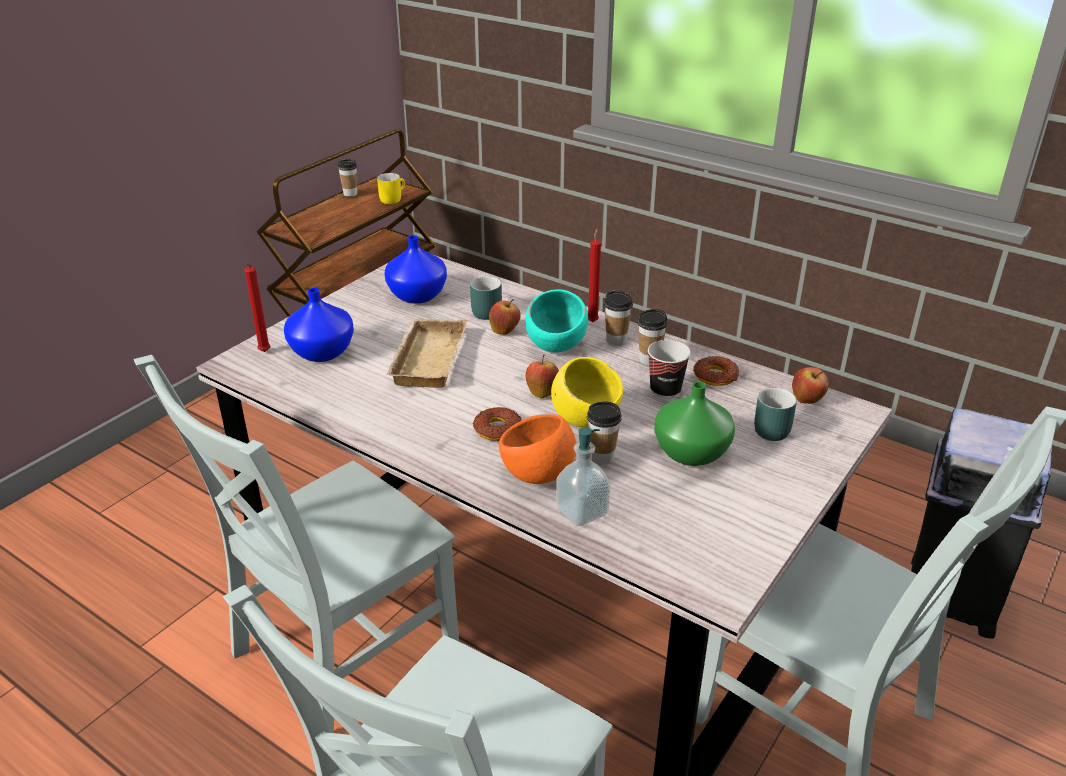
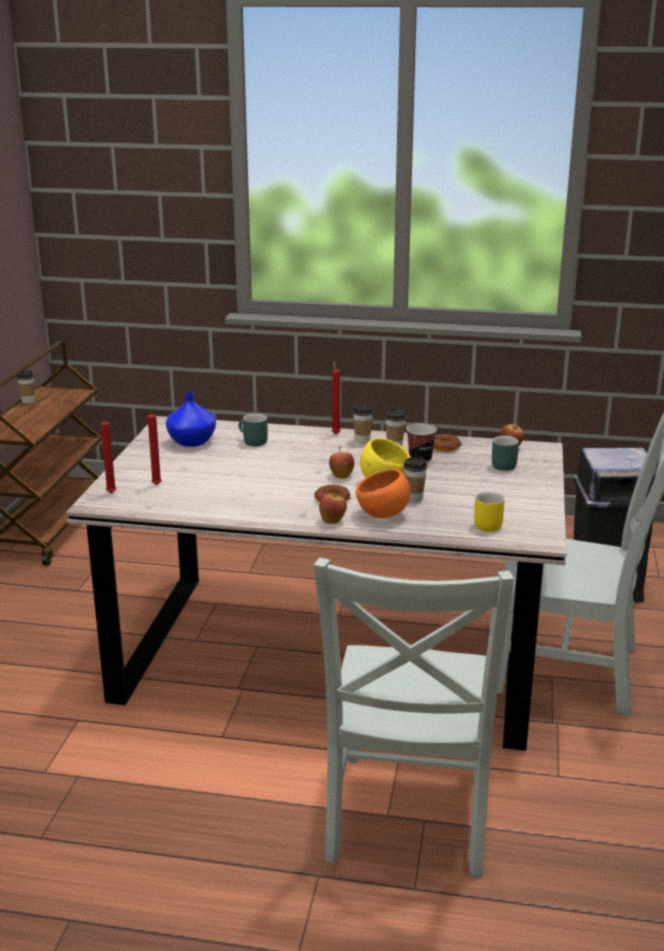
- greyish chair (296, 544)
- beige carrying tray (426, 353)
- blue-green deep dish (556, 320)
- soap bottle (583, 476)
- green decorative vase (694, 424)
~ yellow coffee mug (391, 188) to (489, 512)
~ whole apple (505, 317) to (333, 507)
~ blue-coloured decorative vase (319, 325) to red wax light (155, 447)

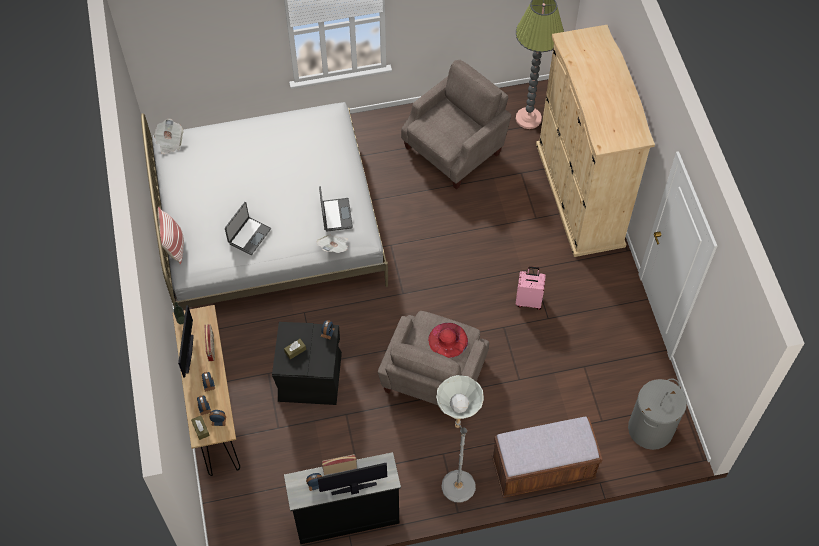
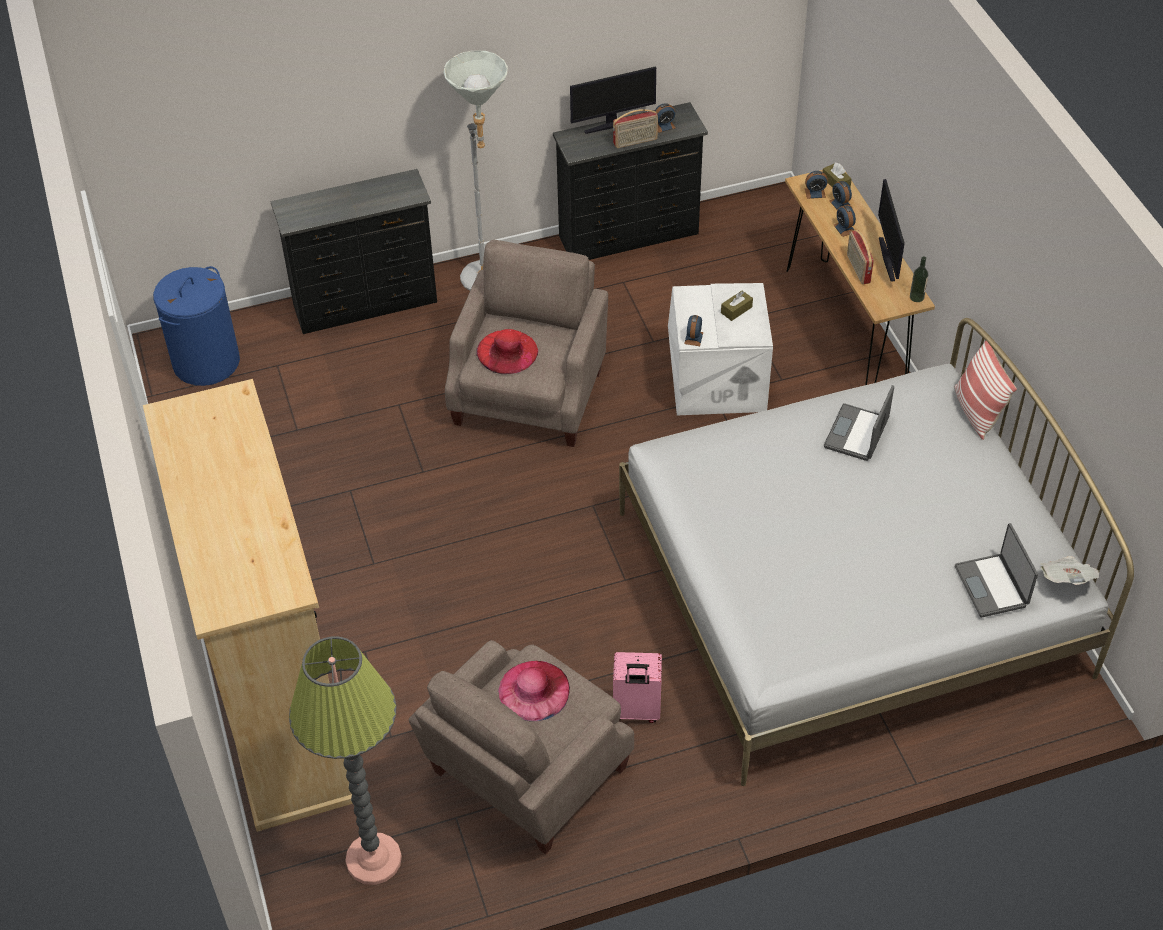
- daily paper (332, 243)
+ pink hat (534, 691)
~ notebook computer (336, 209) to (996, 570)
~ pink piece of luggage (531, 288) to (637, 687)
~ brownish long seat (547, 457) to black drawer chest (354, 251)
~ black storage bin (307, 363) to whitish storage bin (720, 349)
~ greyish laundry basket (657, 414) to blue-coloured laundry basket (196, 326)

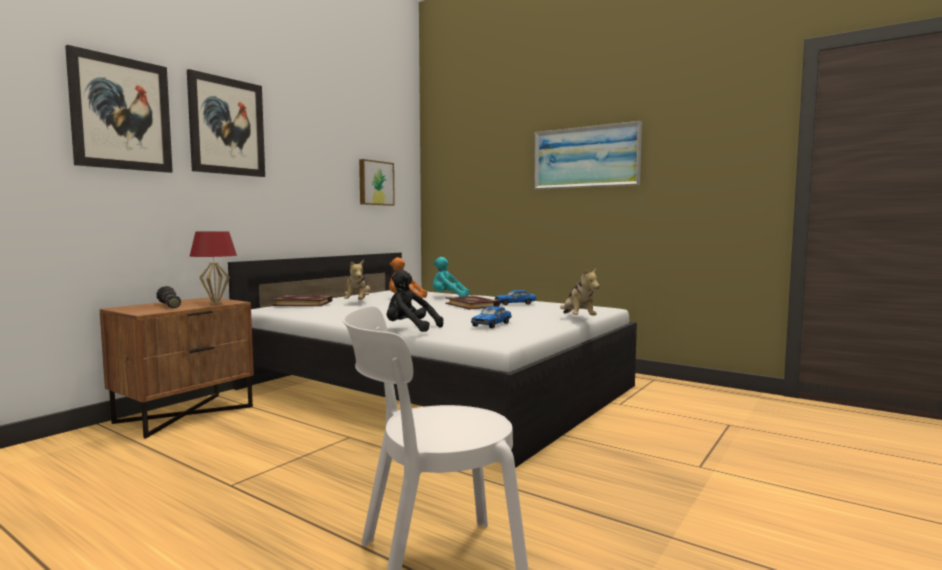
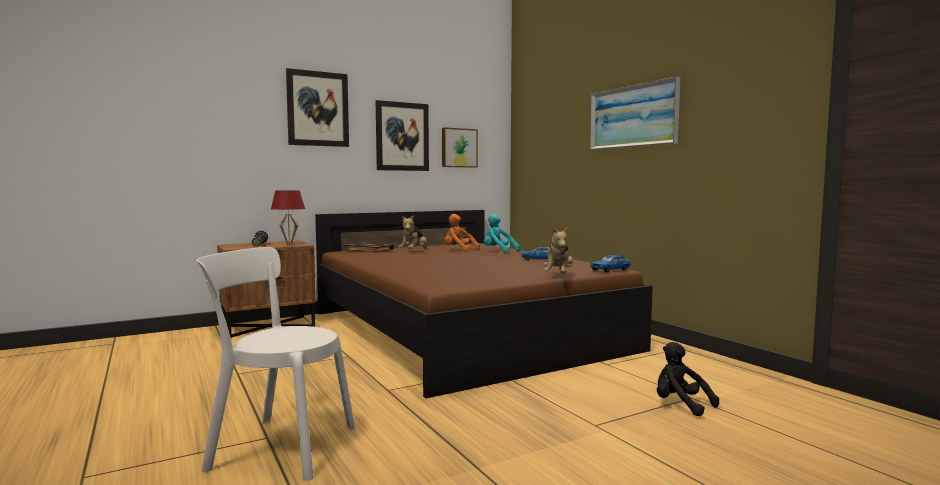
- book (472, 303)
~ picture (119, 109) to (402, 135)
~ black plush toy (415, 301) to (688, 379)
~ toy car (491, 317) to (611, 264)
~ whitish sleeping bed (432, 360) to brownish sleeping bed (484, 304)

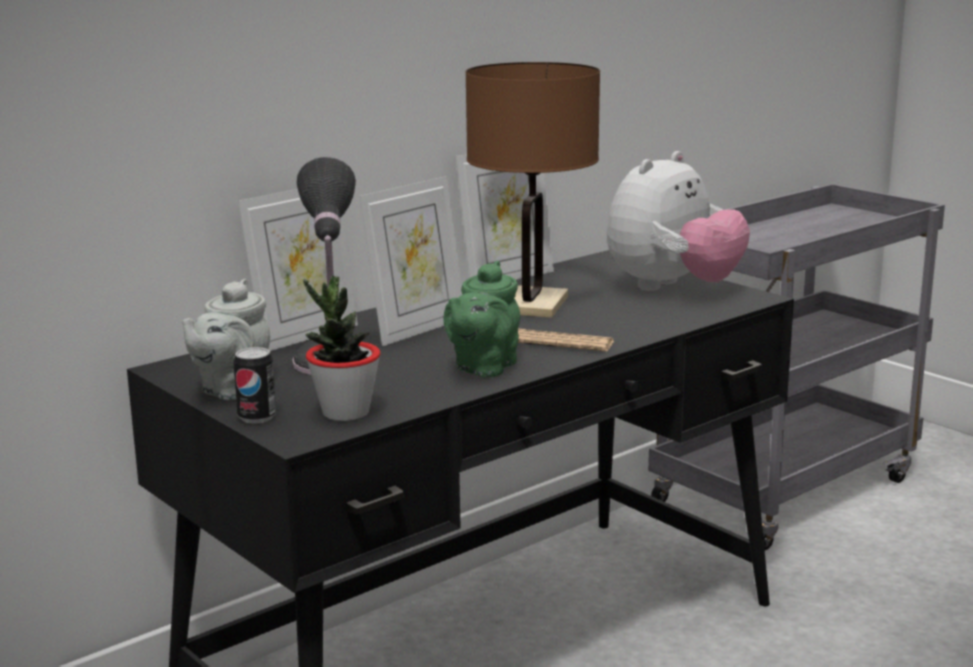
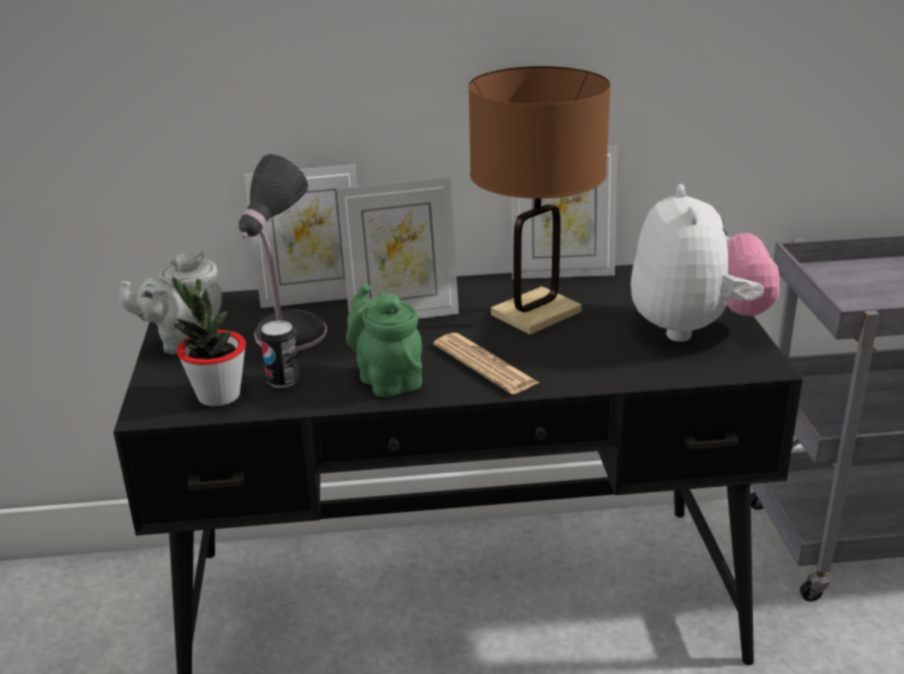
~ can (254, 385) to (280, 354)
~ green pot for tea (482, 319) = (384, 340) 90 degrees clockwise
~ plush toy (678, 221) = (705, 263) 75 degrees counterclockwise

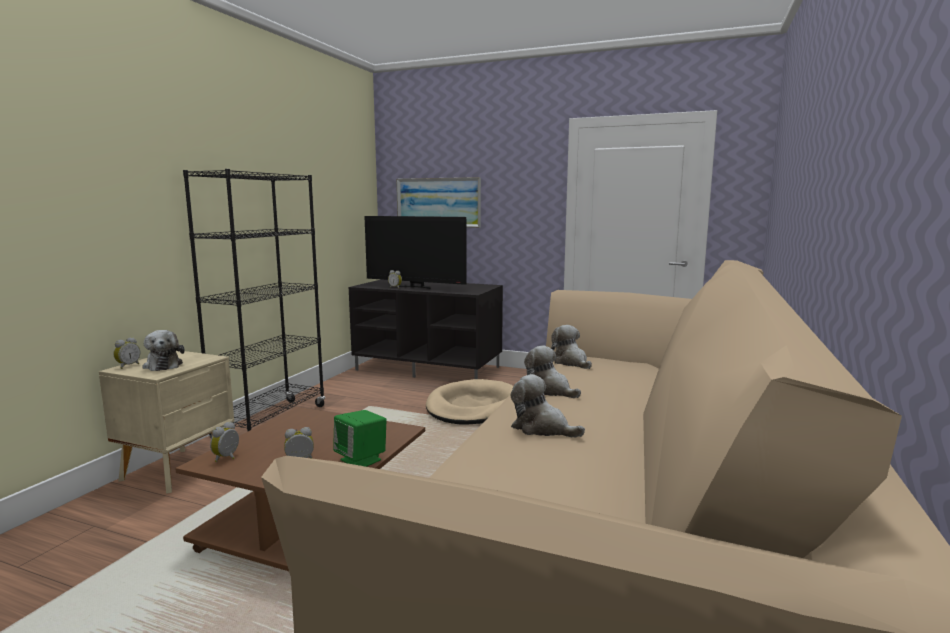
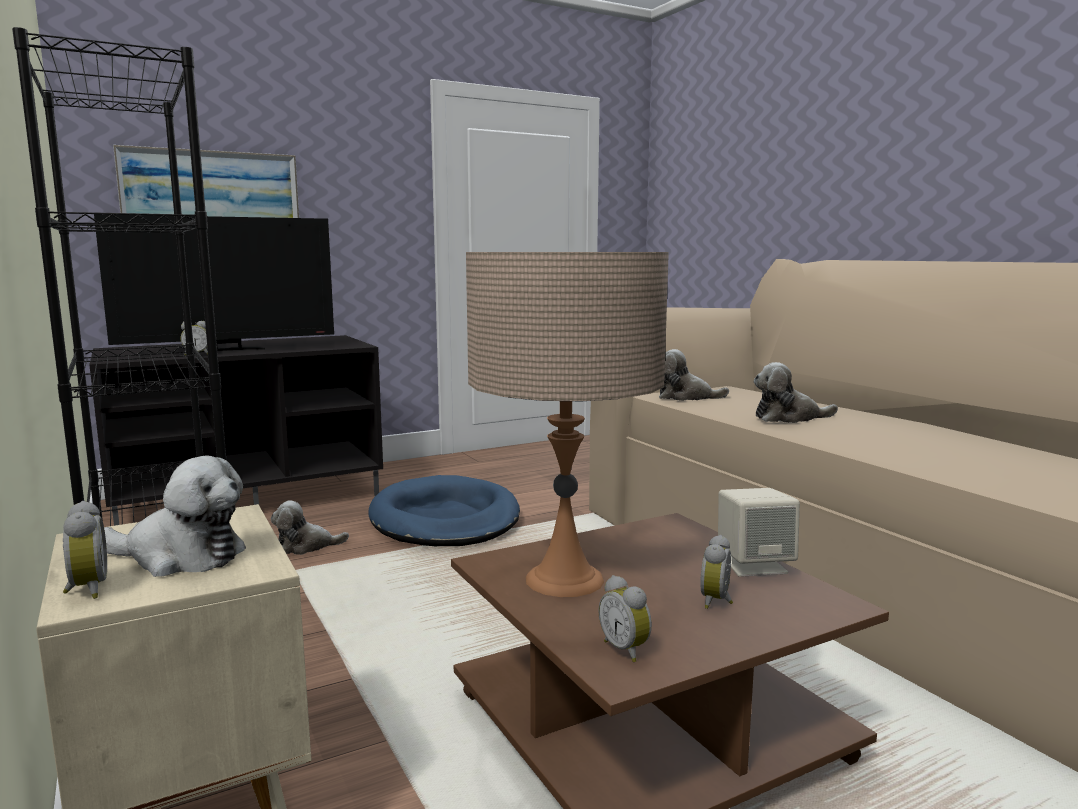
+ beige table lamp (567, 424)
~ plush toy (547, 405) to (310, 528)
~ green speaker (360, 438) to beige speaker (759, 532)
~ beige dog cushion (470, 402) to blue-coloured dog cushion (444, 510)

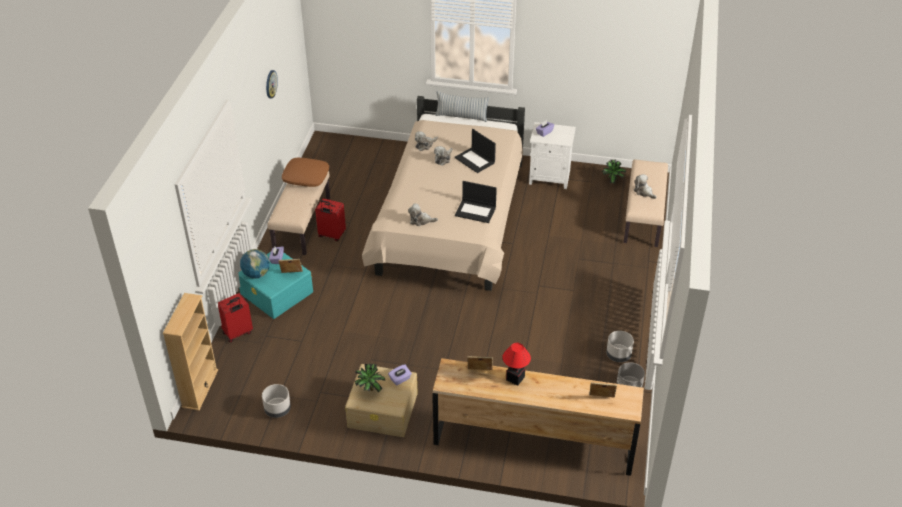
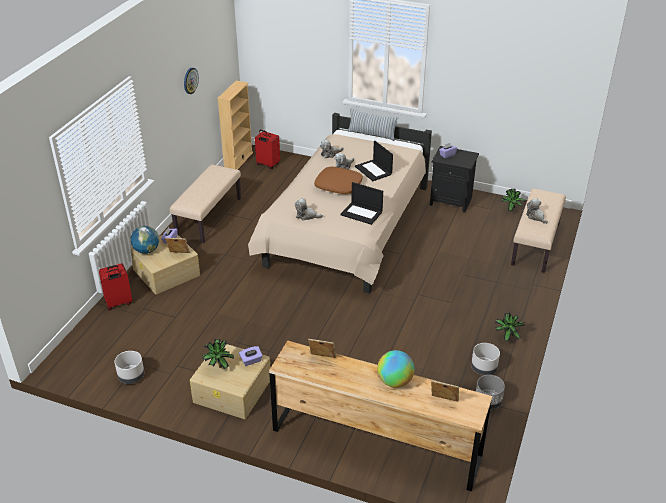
- table lamp (516, 364)
+ globe (395, 369)
+ plant in a pot (510, 327)
~ beige bookshelf (190, 352) to (235, 125)
~ brownish pillow (305, 172) to (338, 180)
~ red piece of luggage (330, 219) to (267, 149)
~ blue-green storage bin (275, 285) to beige storage bin (165, 264)
~ whitish bedside table (552, 155) to black bedside table (454, 179)

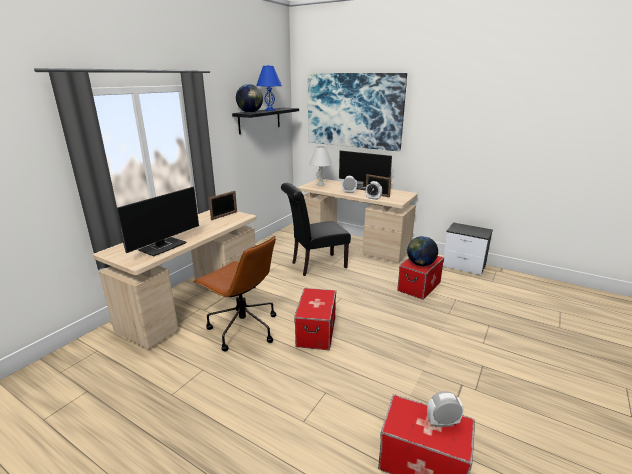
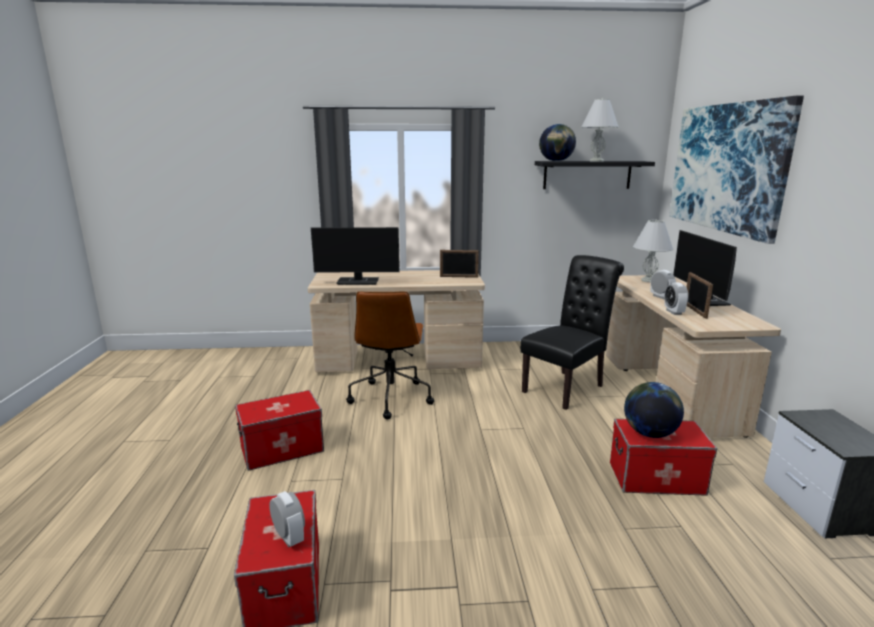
~ storage bin (315, 319) to (279, 430)
~ blue-coloured table lamp (269, 88) to whitish table lamp (599, 130)
~ black chair (316, 229) = (572, 332) 105 degrees clockwise

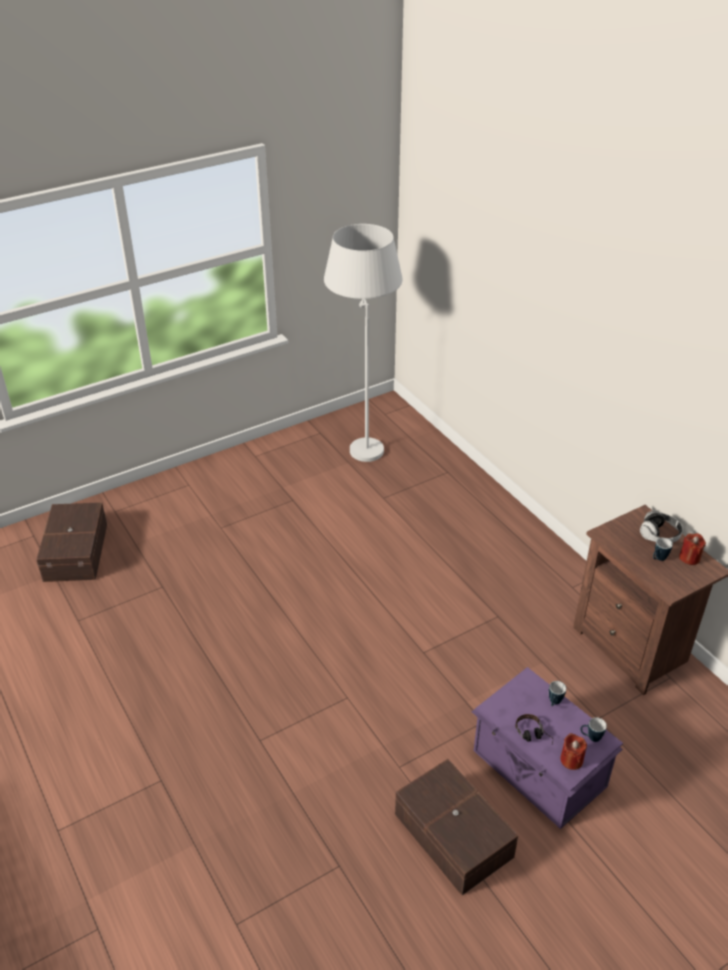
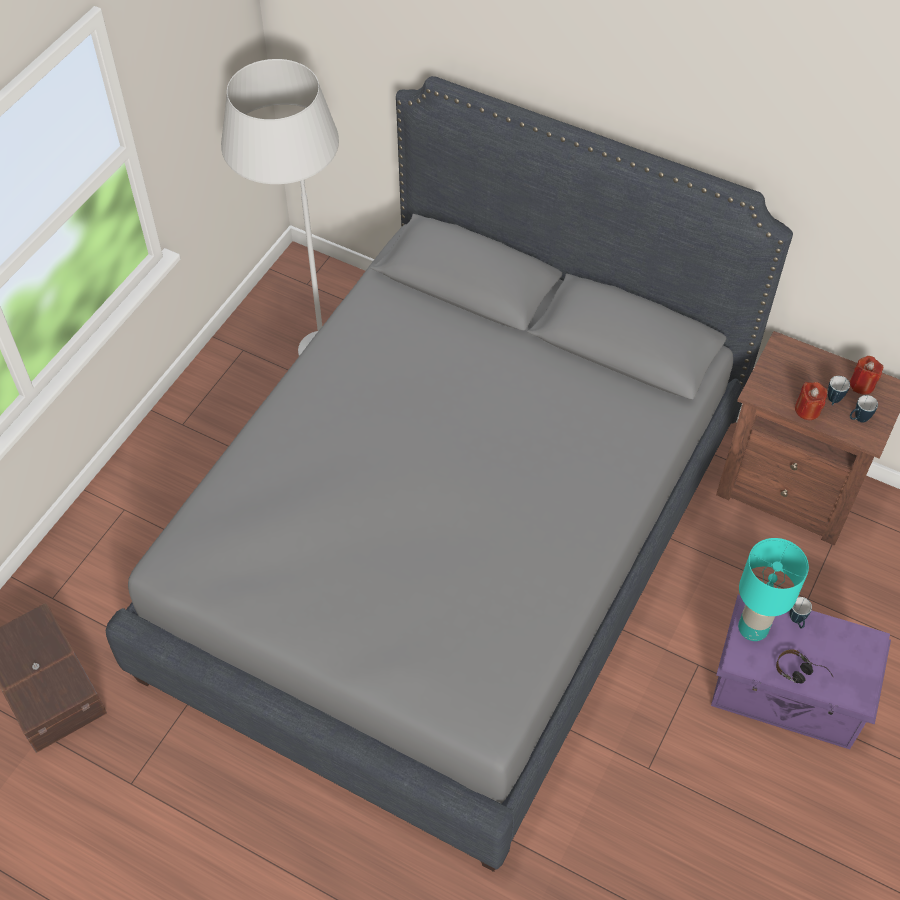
- brownish storage bin (456, 827)
- headphones (661, 527)
+ greyish sleeping bed (449, 474)
+ blue-green table lamp (773, 589)
~ red wax light (573, 751) to (811, 401)
~ coffee mug (593, 729) to (864, 409)

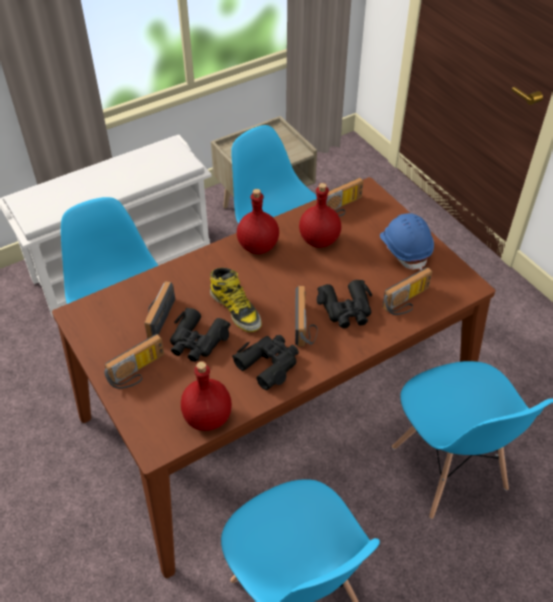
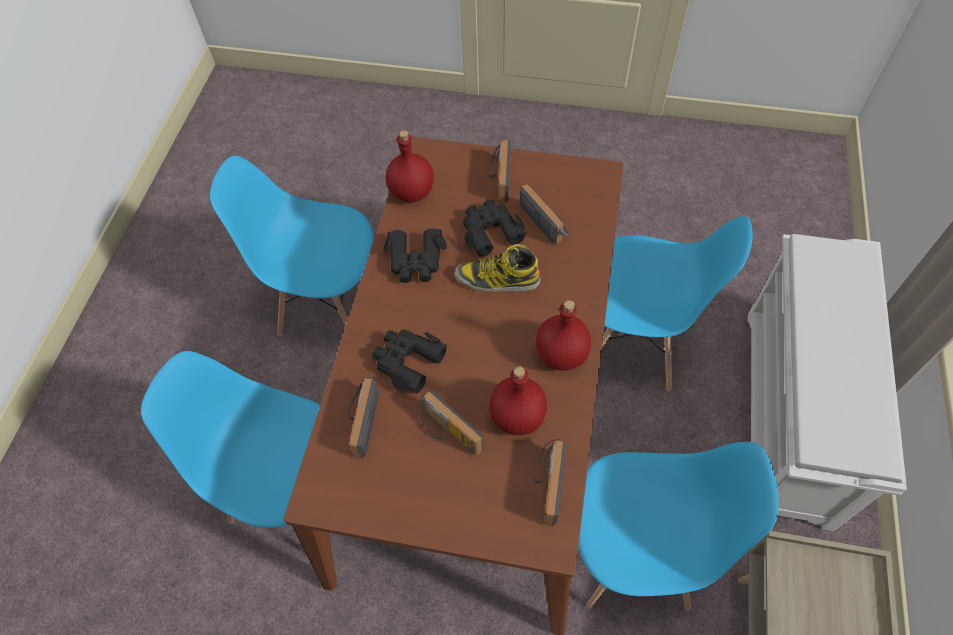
- blue-coloured safety helmet (407, 241)
~ radio set (306, 316) to (450, 423)

